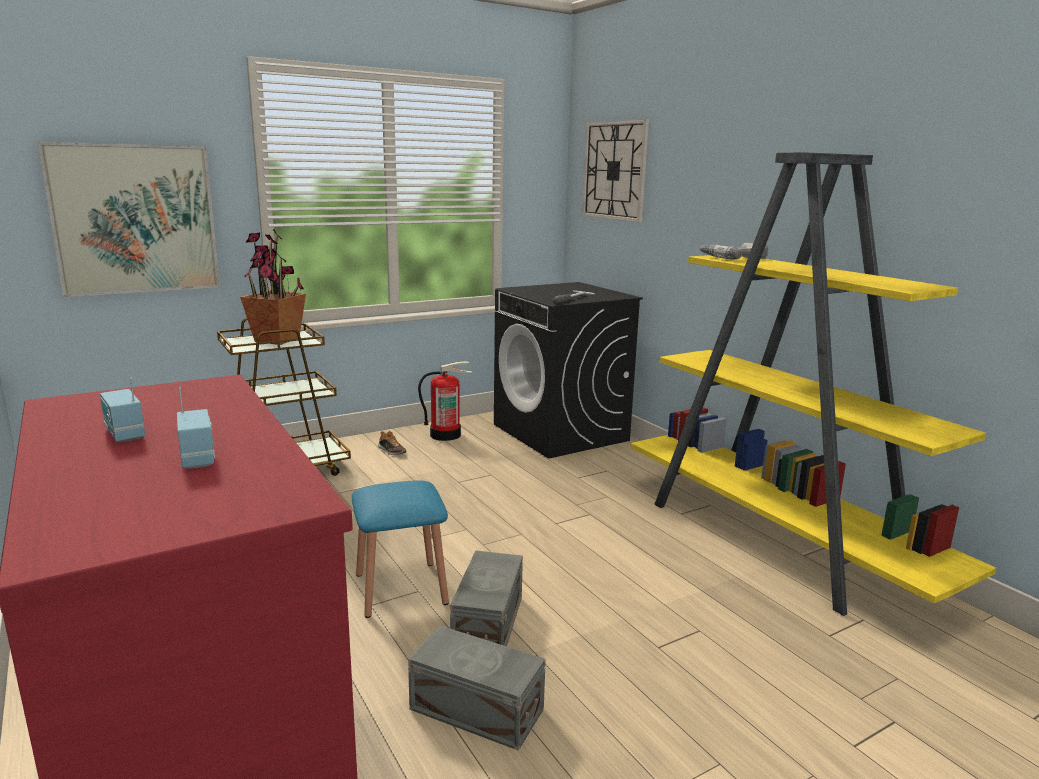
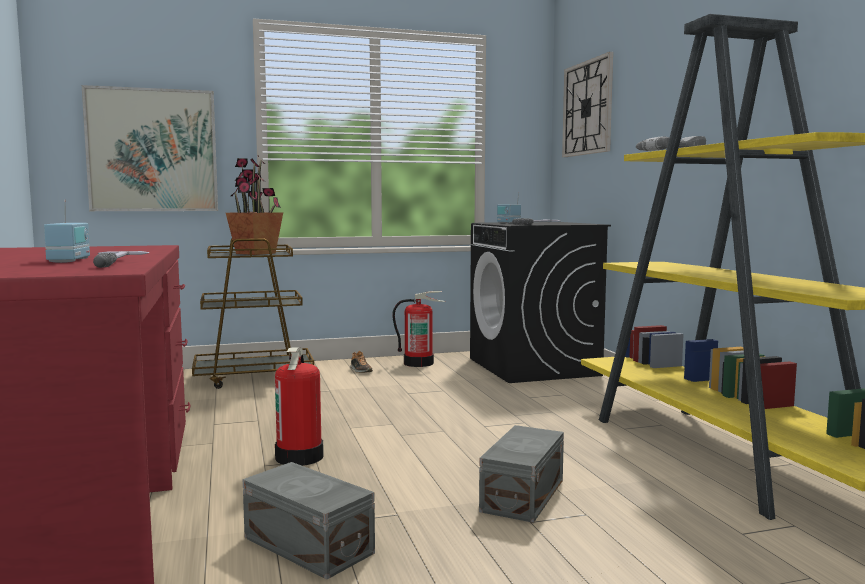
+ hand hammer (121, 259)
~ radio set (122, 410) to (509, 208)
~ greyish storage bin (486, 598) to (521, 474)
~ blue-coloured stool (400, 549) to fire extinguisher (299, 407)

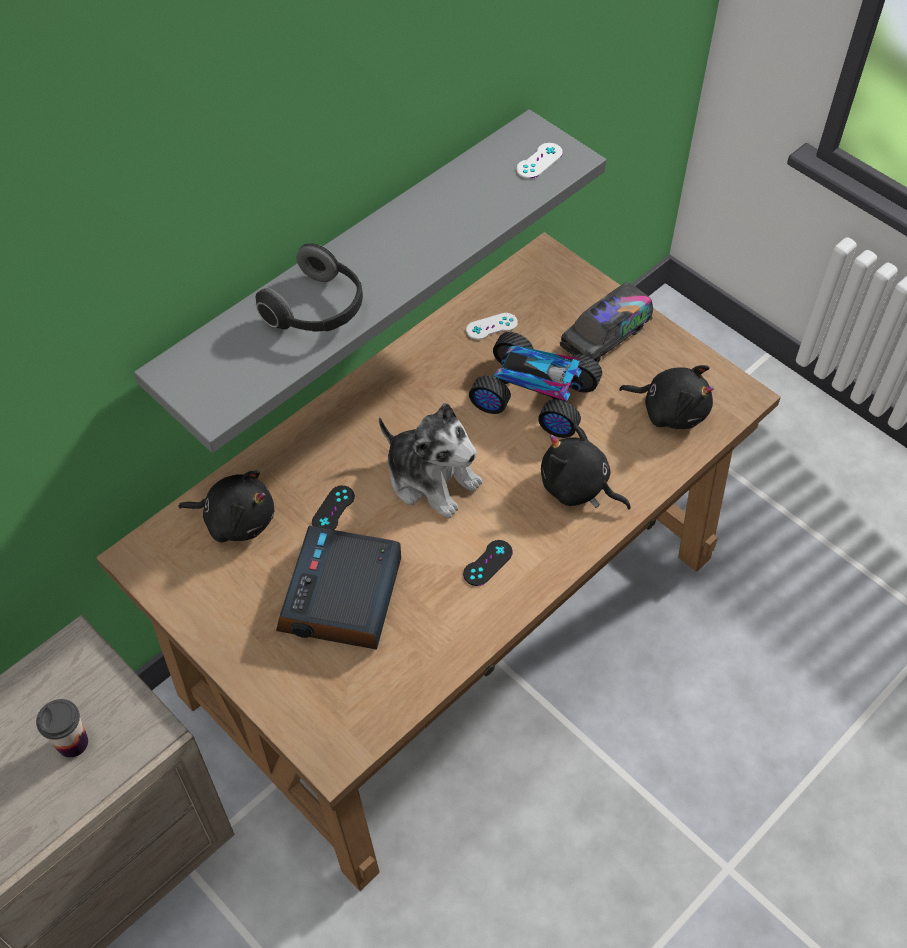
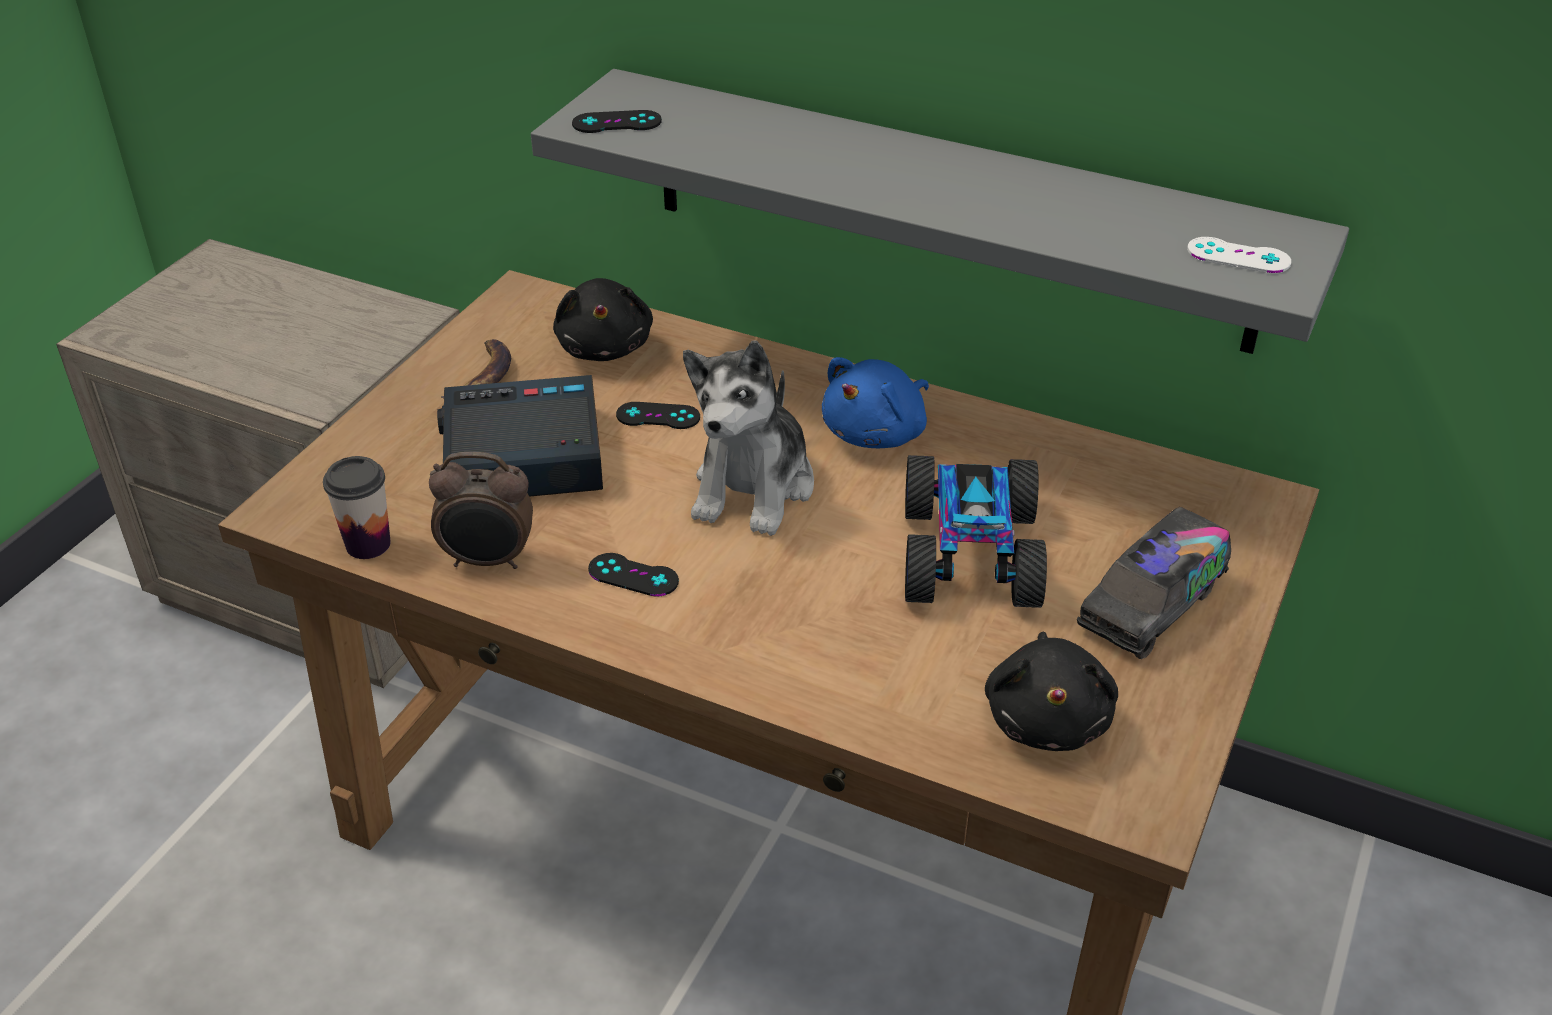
- headphones (309, 287)
- whitish game controller (492, 326)
- black plush toy (586, 467)
+ bedside clock (481, 510)
+ banana (476, 368)
+ black game controller (617, 121)
+ blue-coloured plush toy (875, 402)
~ small cup (62, 728) to (357, 507)
~ toy truck (606, 322) = (1154, 583) 75 degrees counterclockwise

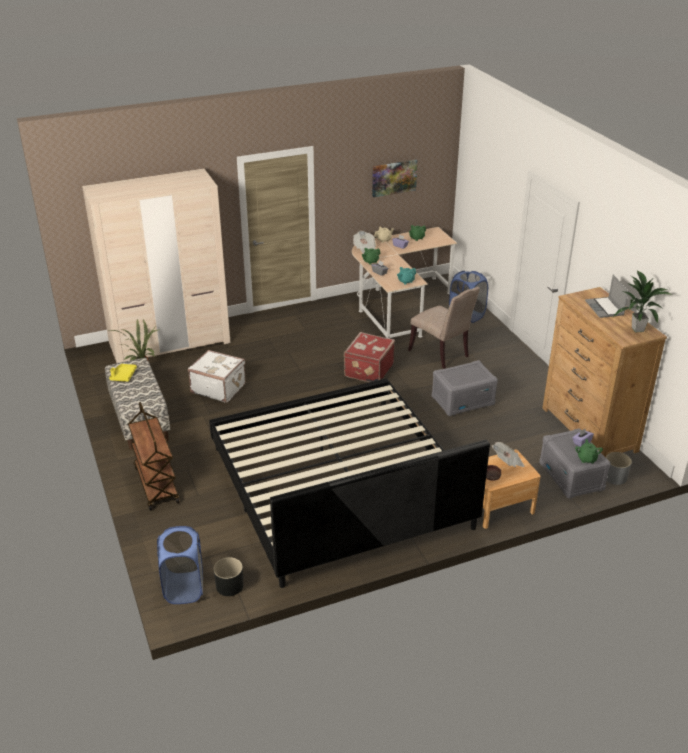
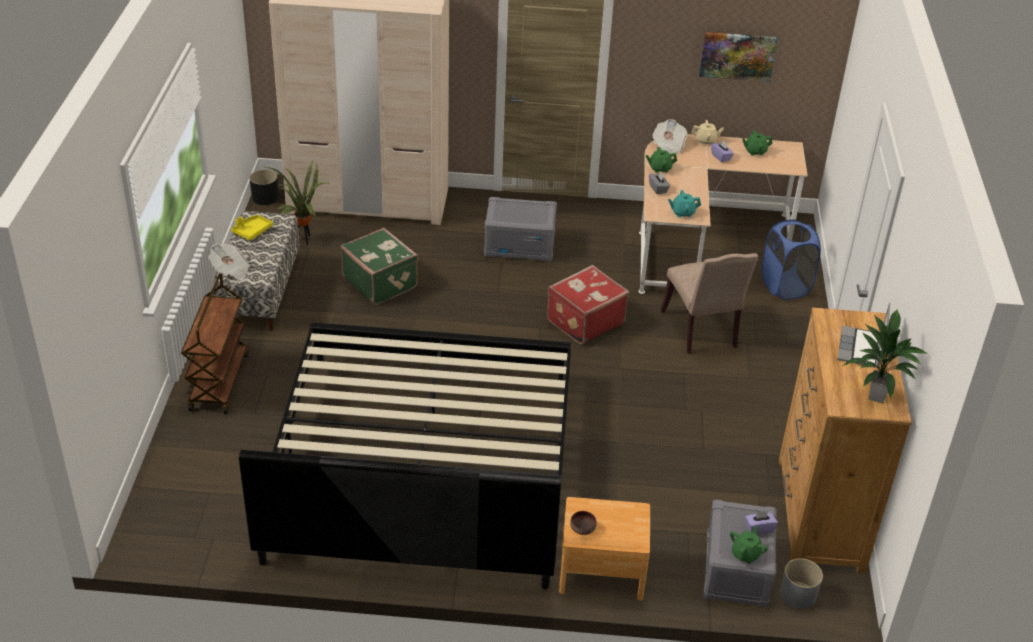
- blue-coloured laundry basket (180, 565)
~ black plant pot (228, 576) to (264, 187)
~ greyish storage bin (465, 388) to (520, 229)
~ daily paper (508, 454) to (229, 262)
~ whitish piece of luggage (217, 376) to green piece of luggage (379, 266)

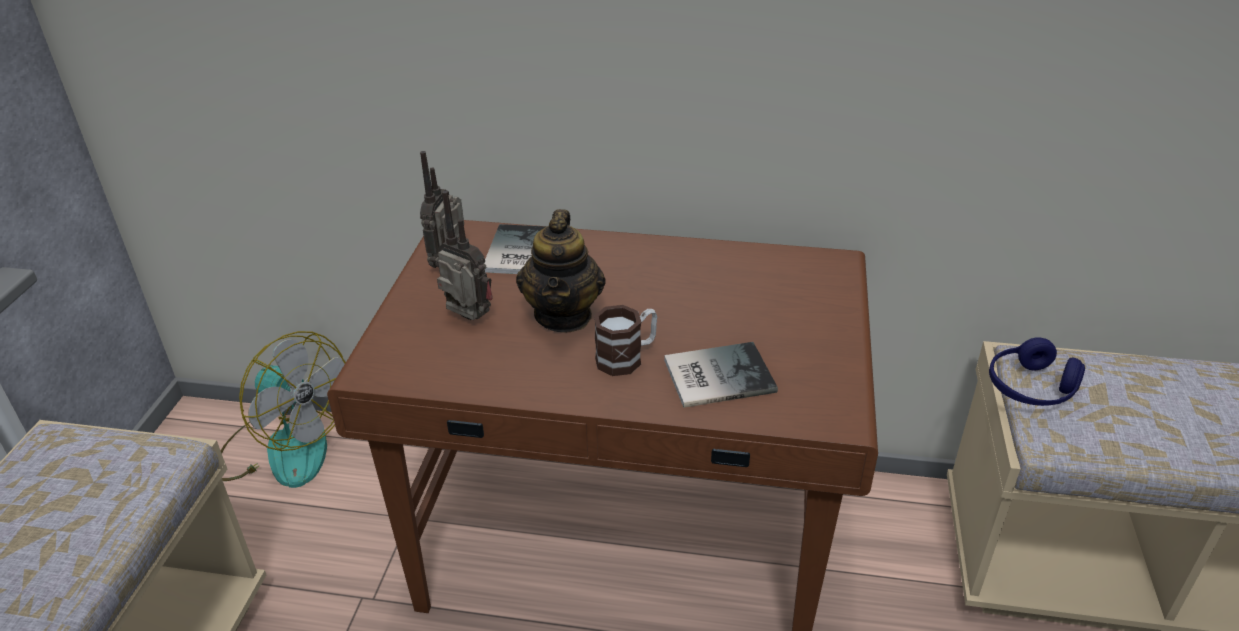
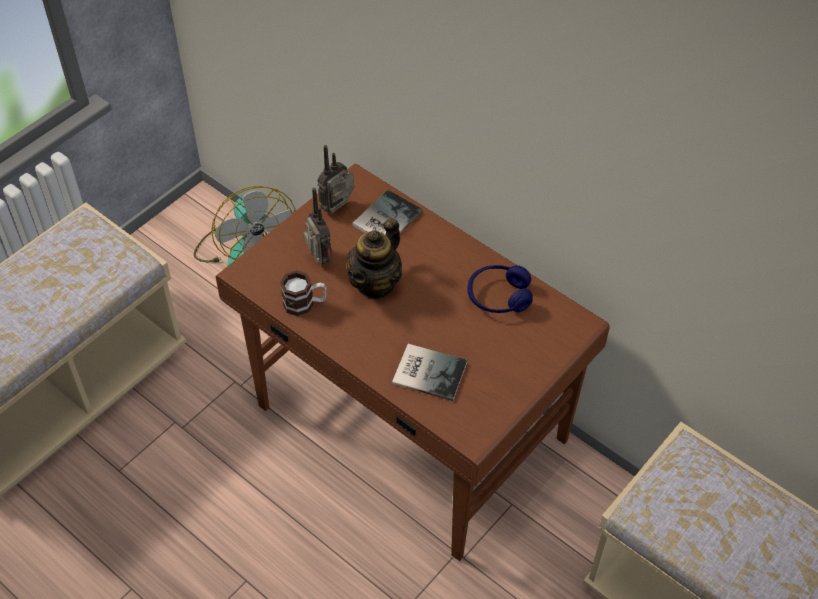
~ coffee mug (625, 340) to (303, 293)
~ blue-coloured headphones (1037, 371) to (500, 289)

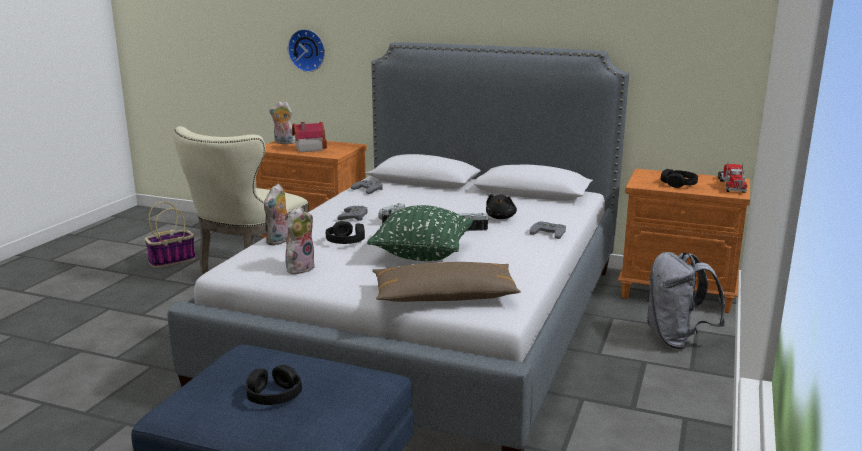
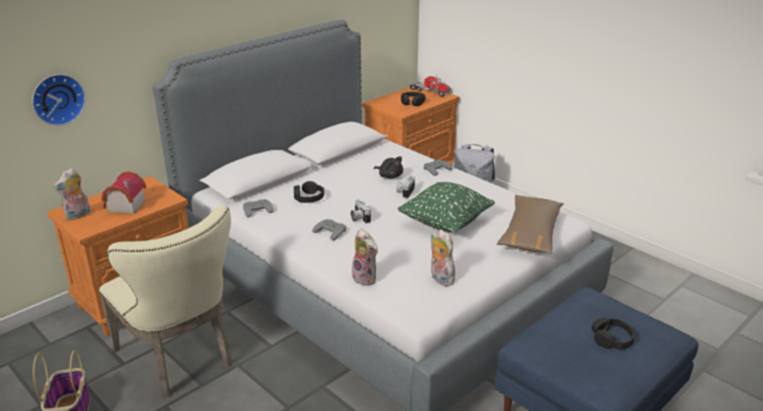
~ black headphones (345, 232) to (309, 192)

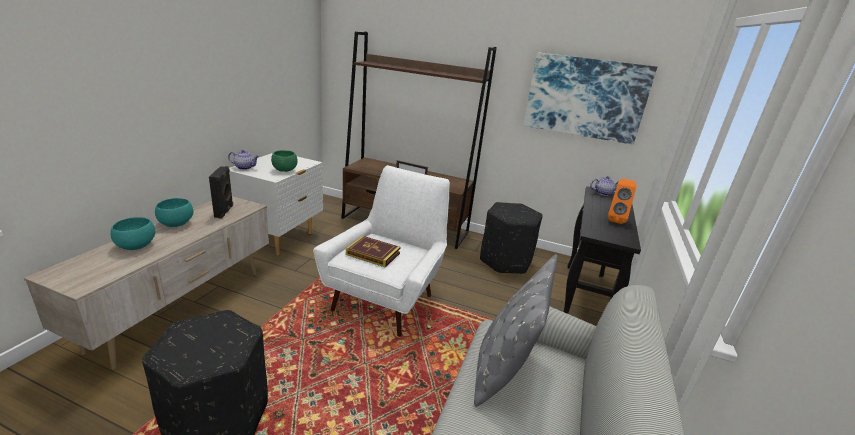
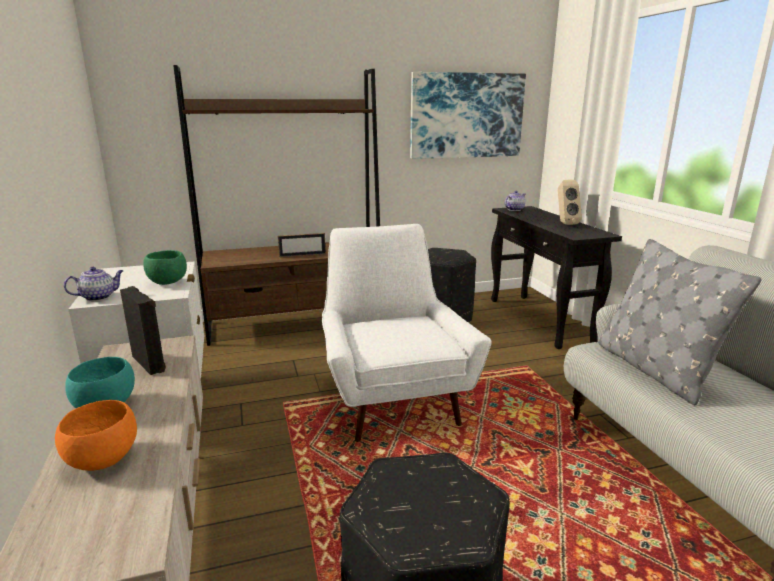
- book (373, 252)
~ blue-green deep dish (133, 233) to orange deep dish (96, 435)
~ orange speaker (622, 201) to beige speaker (570, 202)

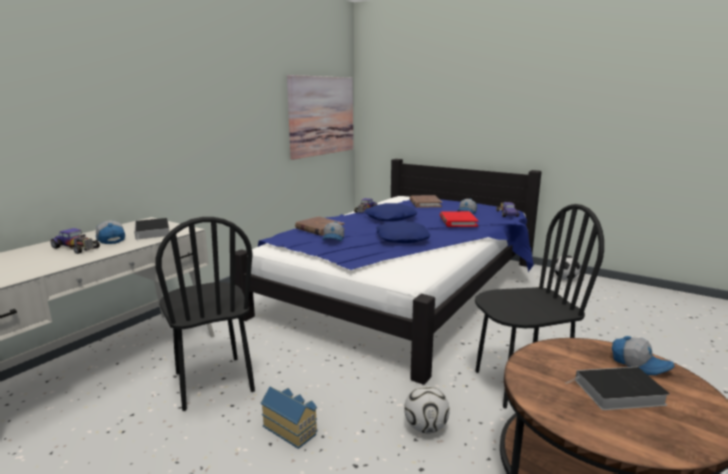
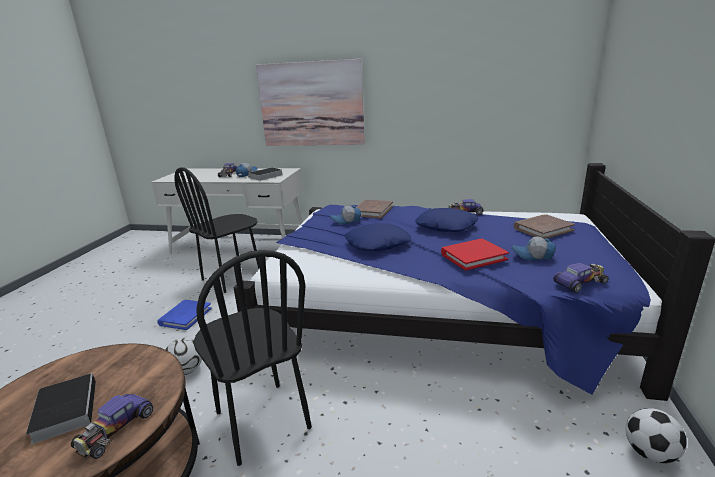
~ picture (320, 117) to (310, 102)
~ miniature house (289, 418) to blue-coloured book (184, 315)
~ baseball cap (643, 355) to toy car (112, 426)

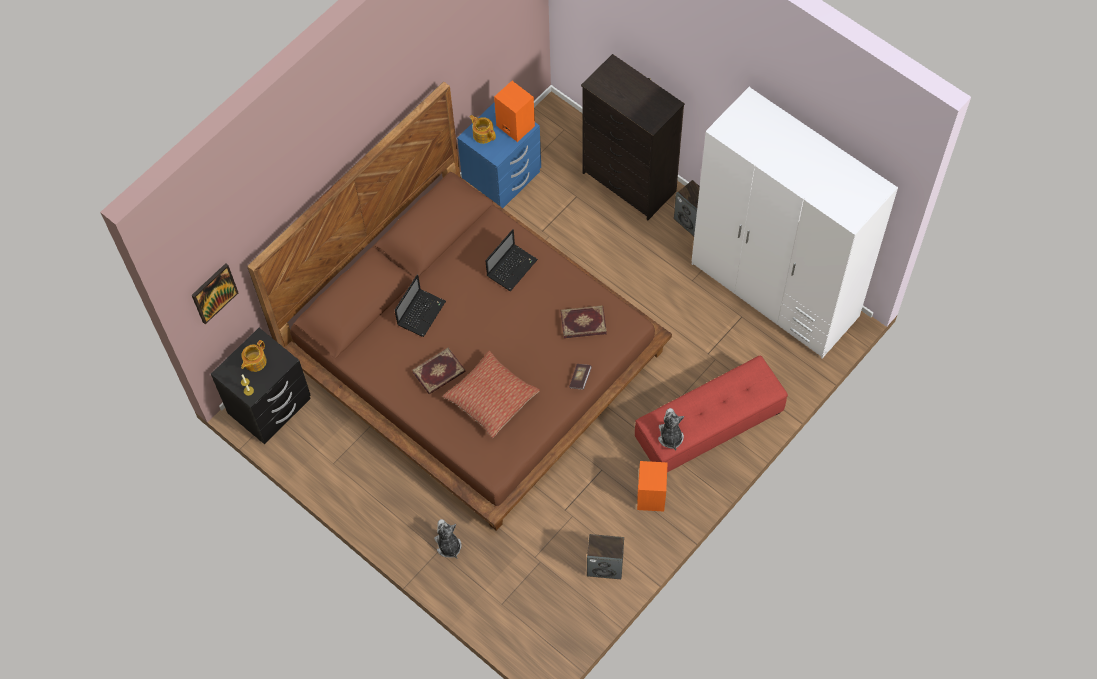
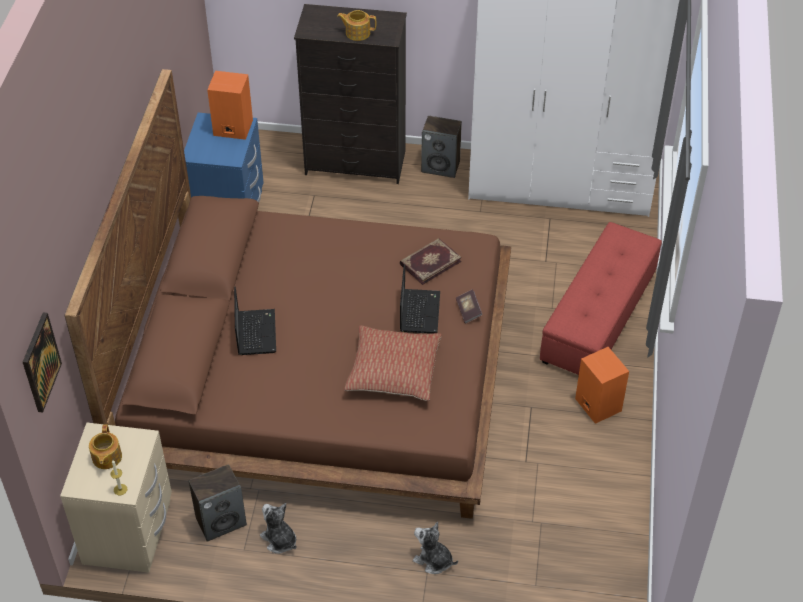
- book (439, 371)
~ pot for tea (482, 129) to (357, 25)
~ notebook computer (511, 260) to (420, 299)
~ speaker (605, 556) to (218, 503)
~ plush toy (671, 429) to (278, 528)
~ black bedside table (261, 386) to beige bedside table (116, 498)

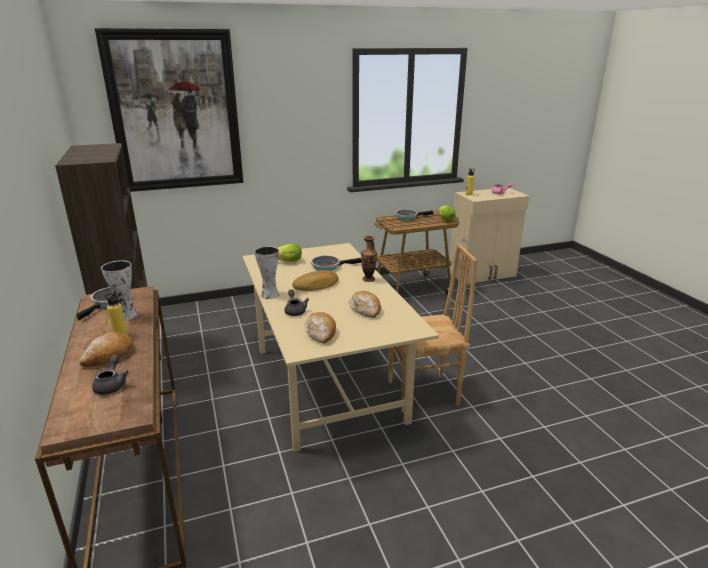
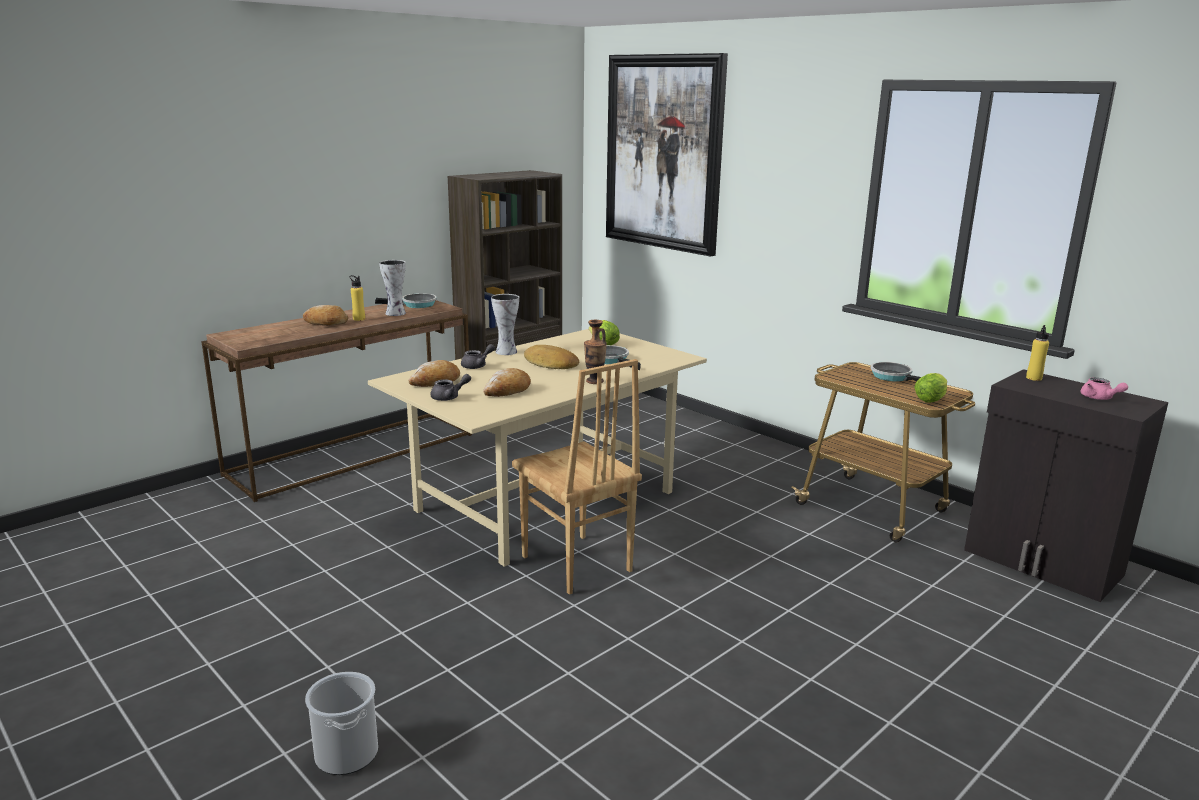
+ pail (341, 723)
~ greyish pot for tea (110, 375) to (450, 387)
~ beige cabinet (489, 236) to black cabinet (1066, 485)

